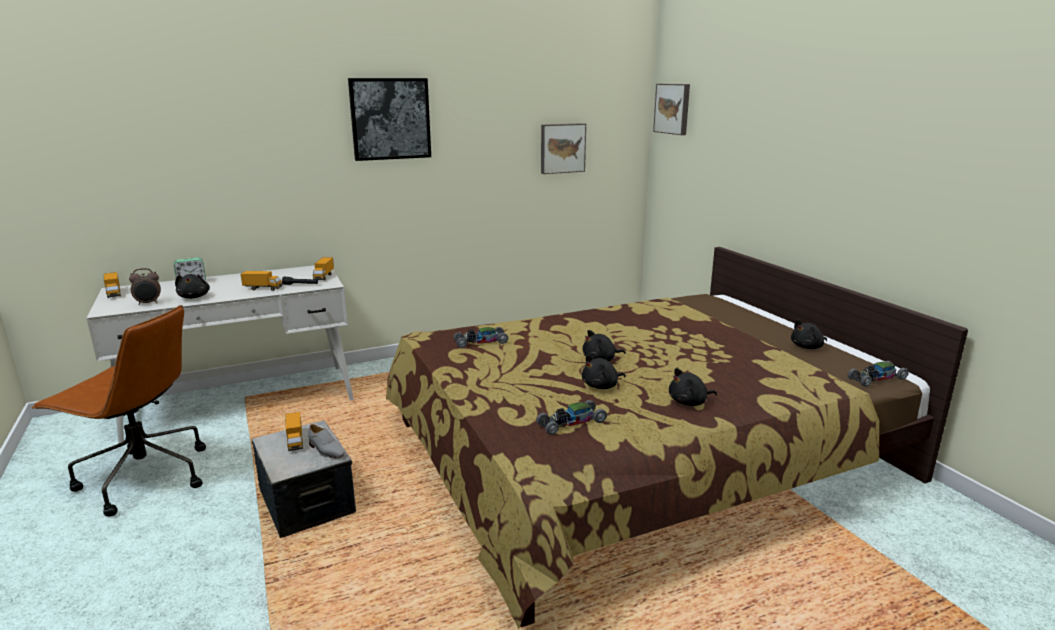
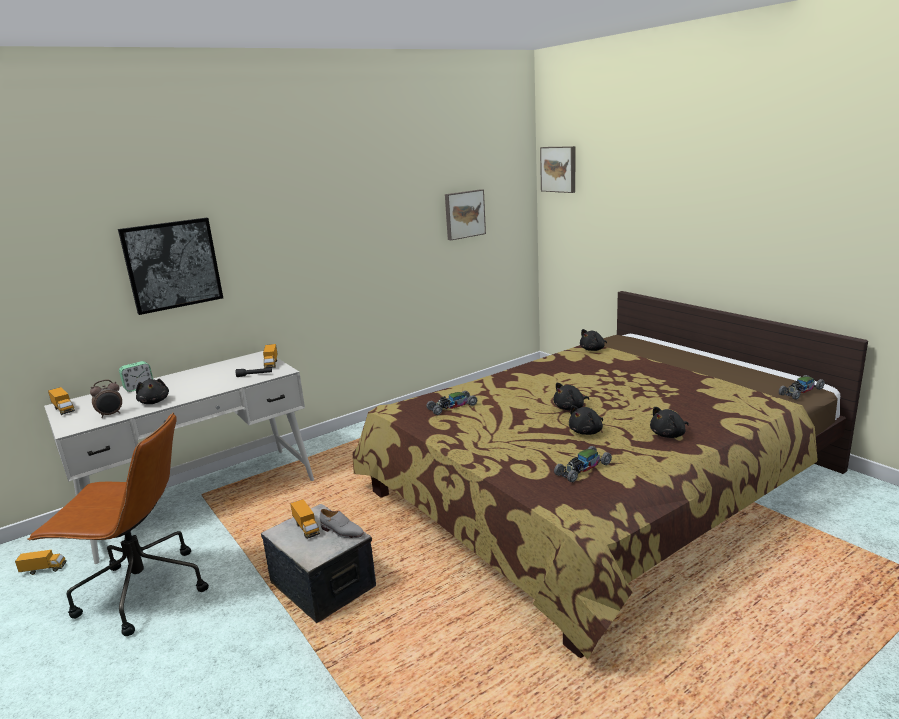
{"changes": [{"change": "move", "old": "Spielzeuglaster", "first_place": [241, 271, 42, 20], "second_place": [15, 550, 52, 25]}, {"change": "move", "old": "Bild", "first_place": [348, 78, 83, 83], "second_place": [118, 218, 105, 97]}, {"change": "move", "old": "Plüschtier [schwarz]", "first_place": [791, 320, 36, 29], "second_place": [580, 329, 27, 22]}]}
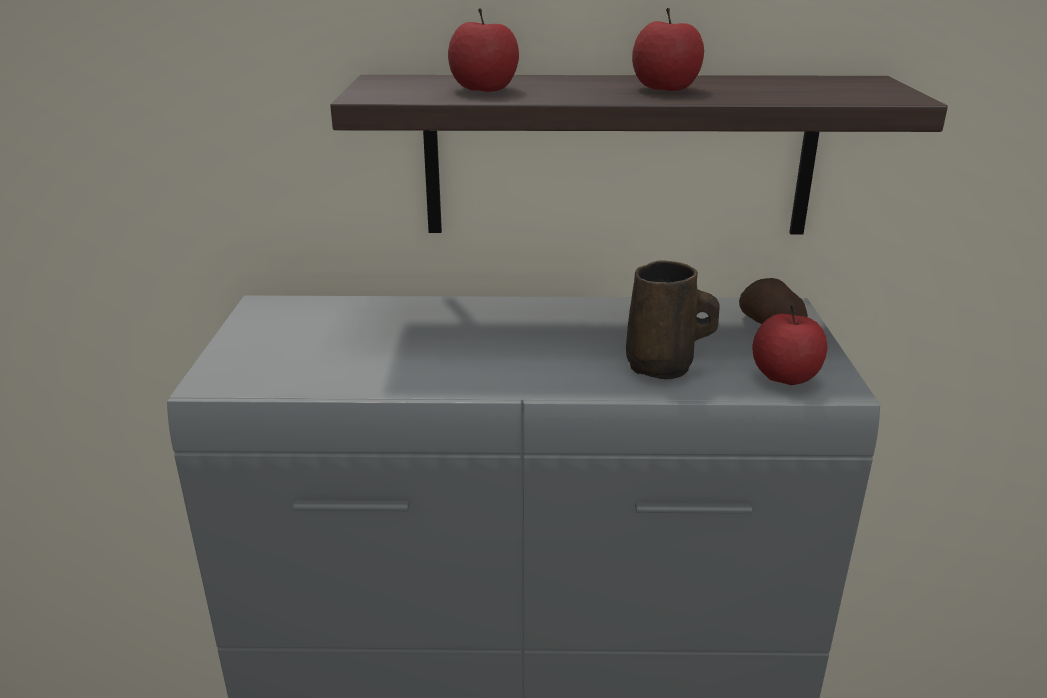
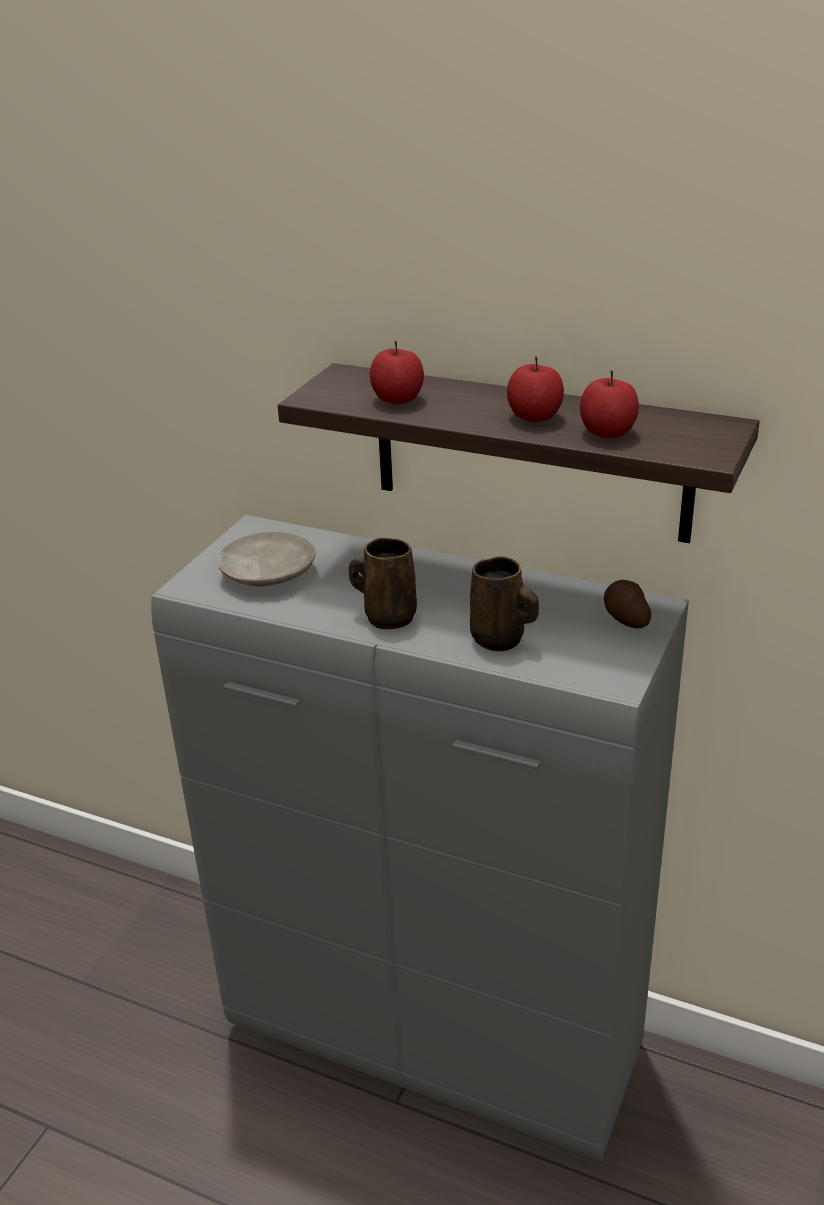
{"changes": [{"change": "move", "old": "Apfel", "first_place": [752, 305, 75, 80], "second_place": [580, 371, 59, 67]}, {"change": "insert", "new": "Teller [beige]", "second_place": [217, 532, 99, 54]}, {"change": "insert", "new": "Henkelbecher [braun]", "second_place": [349, 538, 68, 92]}]}
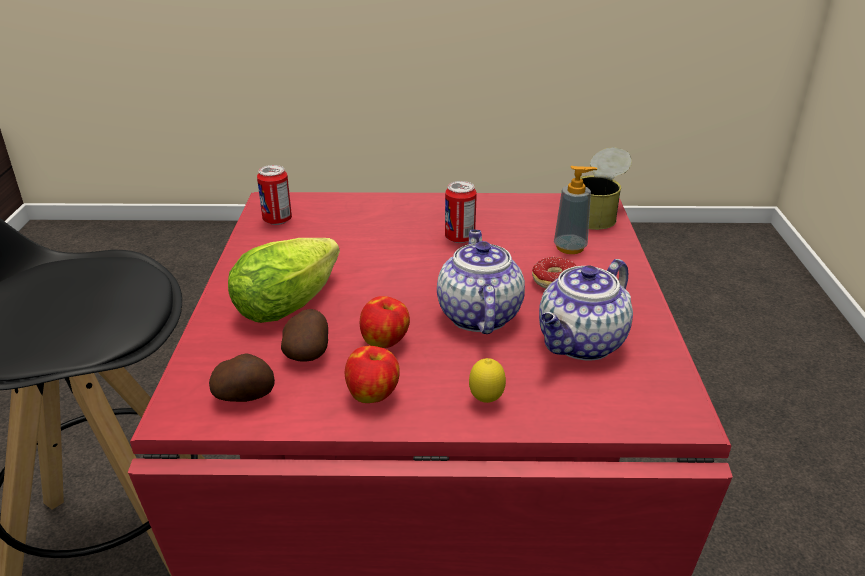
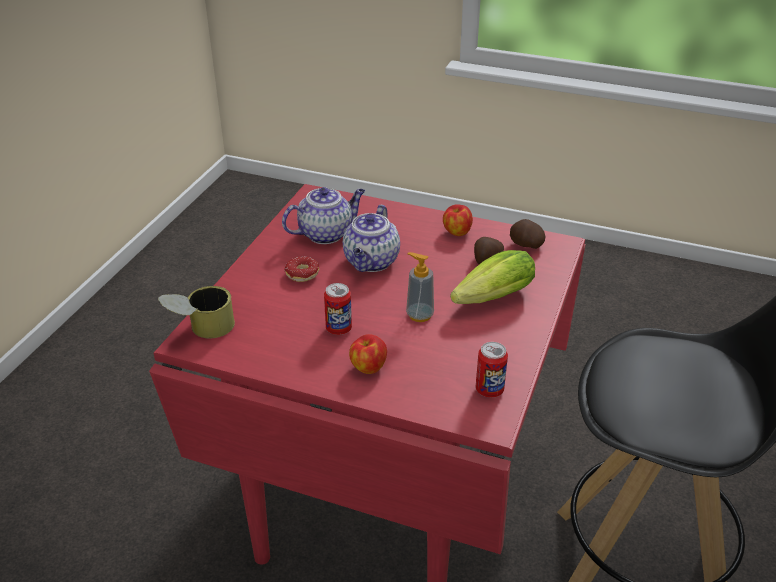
{"changes": [{"change": "move", "old": "Apfel", "first_place": [360, 296, 50, 52], "second_place": [349, 334, 38, 40]}, {"change": "delete", "old": "Zitrone", "first_place": [469, 358, 37, 45]}, {"change": "move", "old": "Seifenspender", "first_place": [554, 166, 43, 88], "second_place": [406, 252, 28, 70]}]}
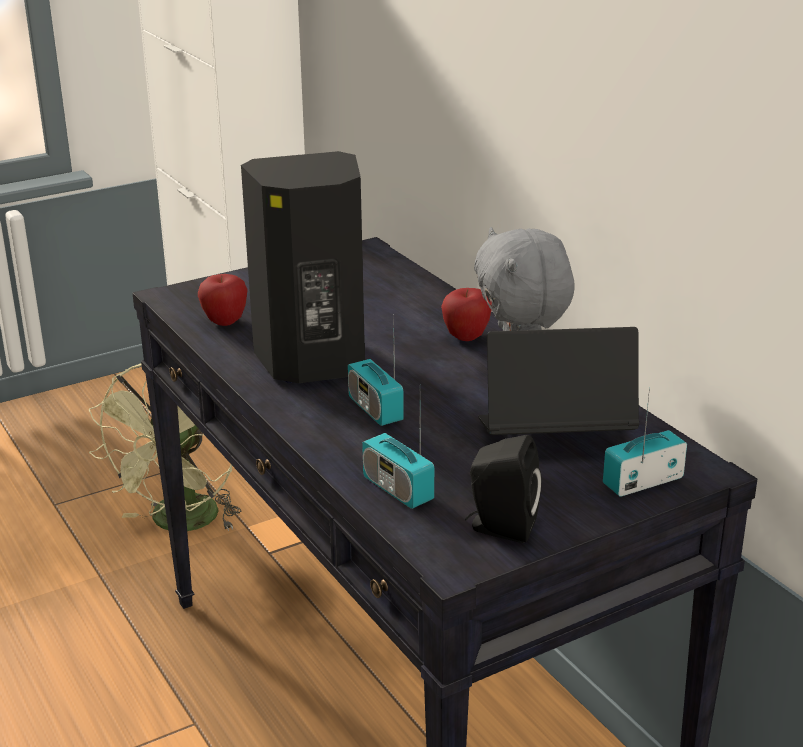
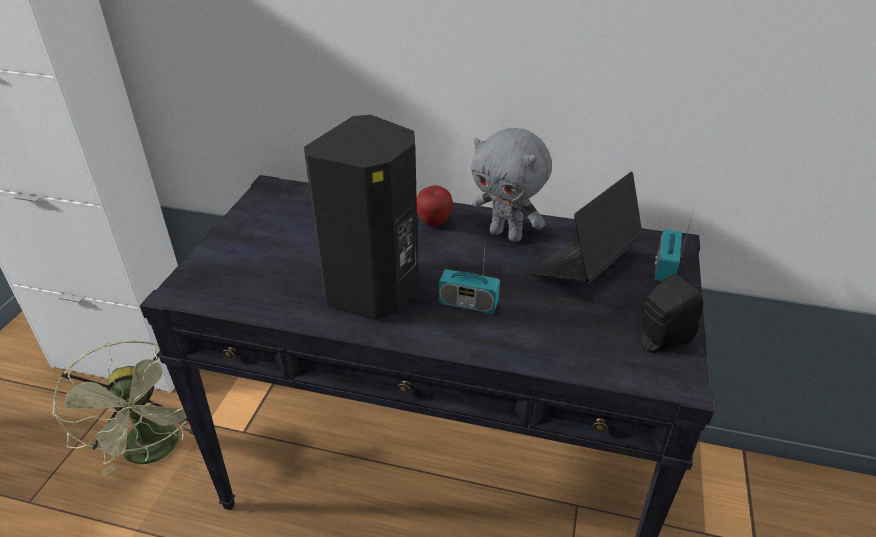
{"changes": [{"change": "delete", "old": "Apfel", "first_place": [198, 274, 50, 52]}, {"change": "delete", "old": "Radio", "first_place": [362, 410, 72, 99]}]}
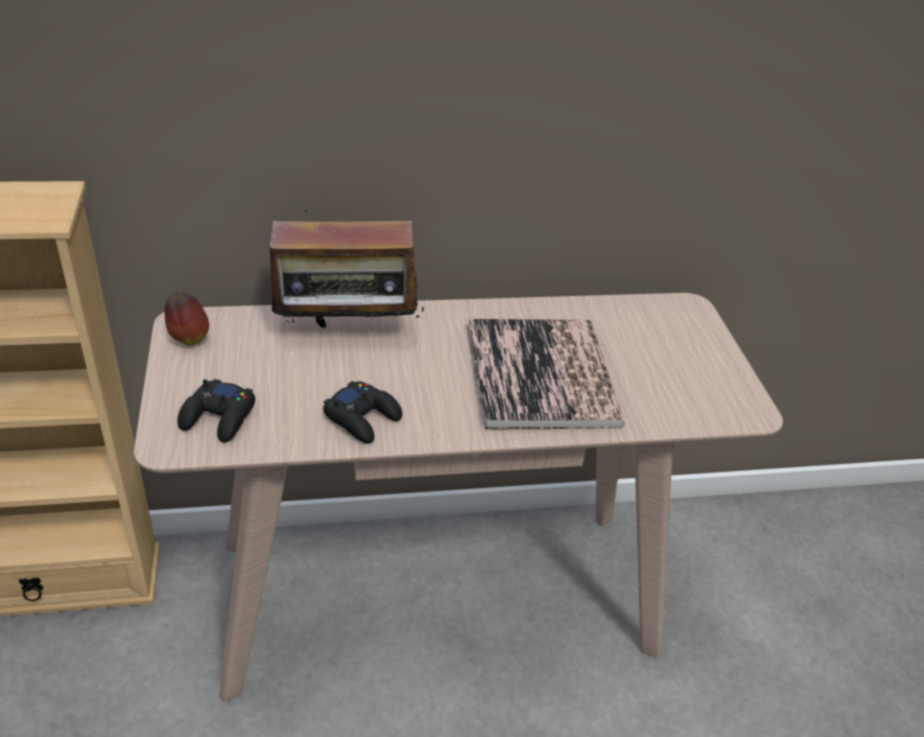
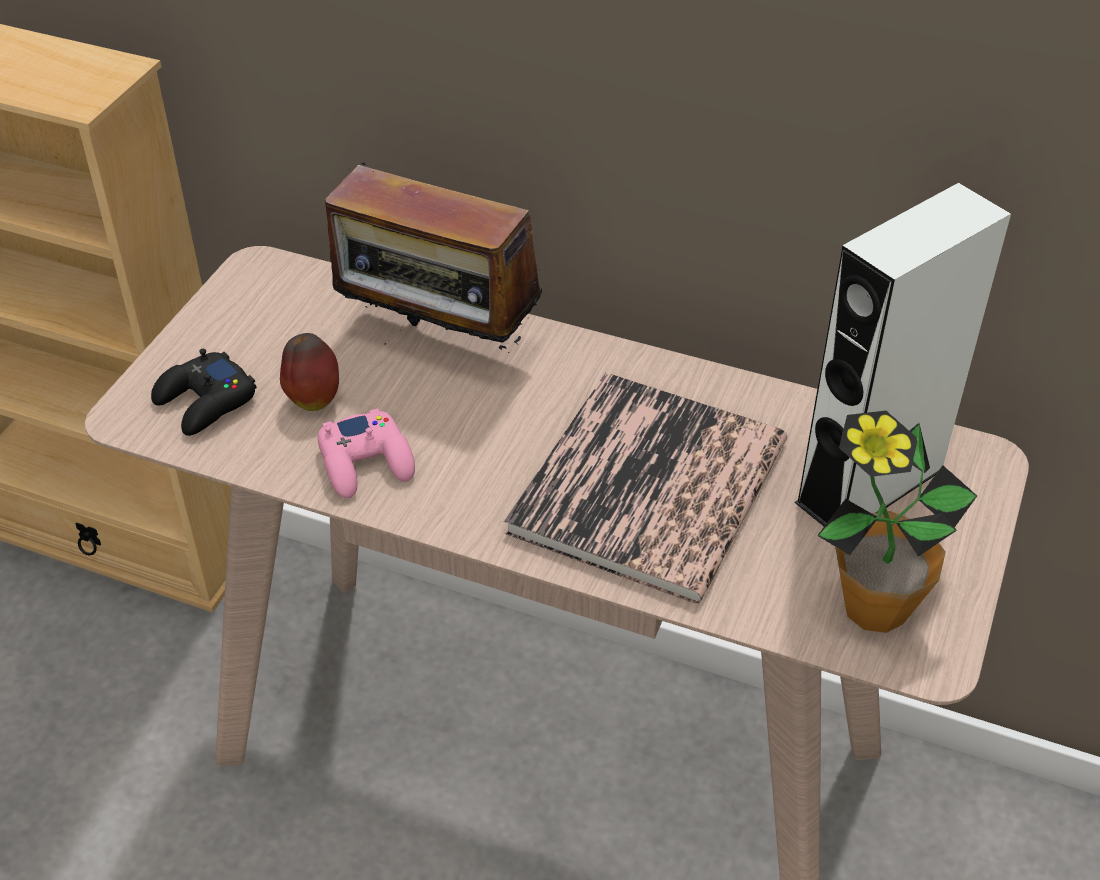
{"changes": [{"change": "move", "old": "Apfel", "first_place": [164, 292, 45, 53], "second_place": [280, 333, 59, 78]}, {"change": "recolor", "old": "Gamepad [schwarz]", "new": "Gamepad [rosa]", "first_place": [323, 381, 79, 63], "second_place": [317, 409, 98, 89]}, {"change": "insert", "new": "Lautsprecher [weiß]", "second_place": [794, 183, 217, 343]}, {"change": "insert", "new": "Topfpflanze", "second_place": [817, 411, 160, 222]}]}
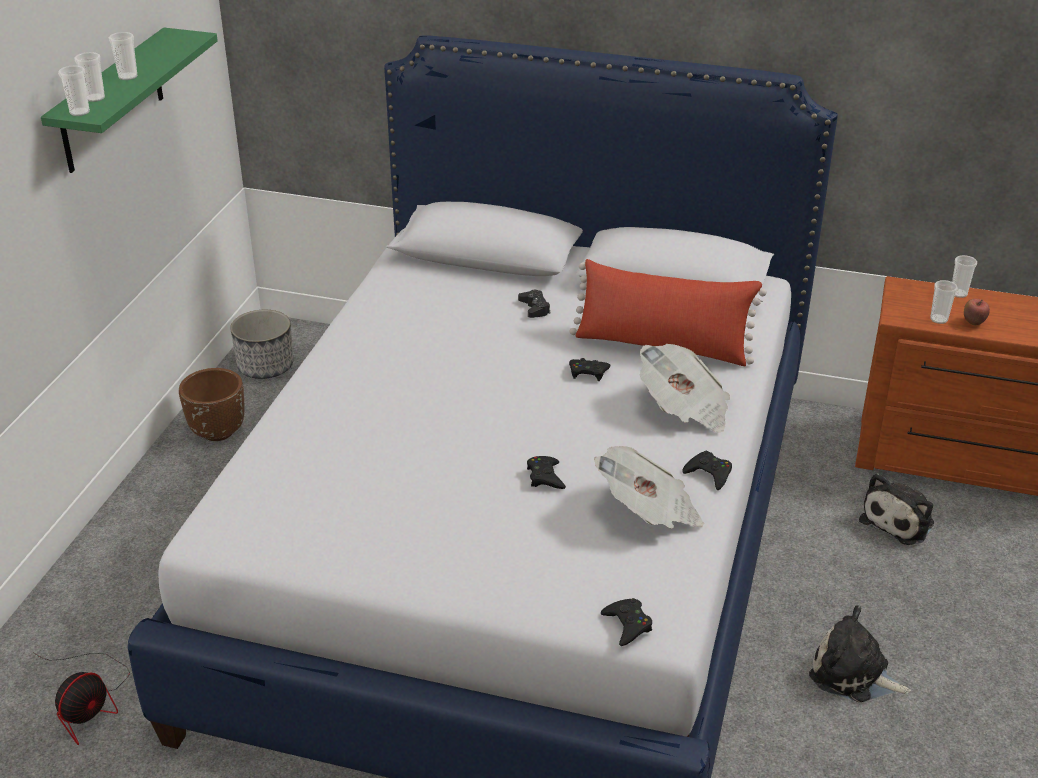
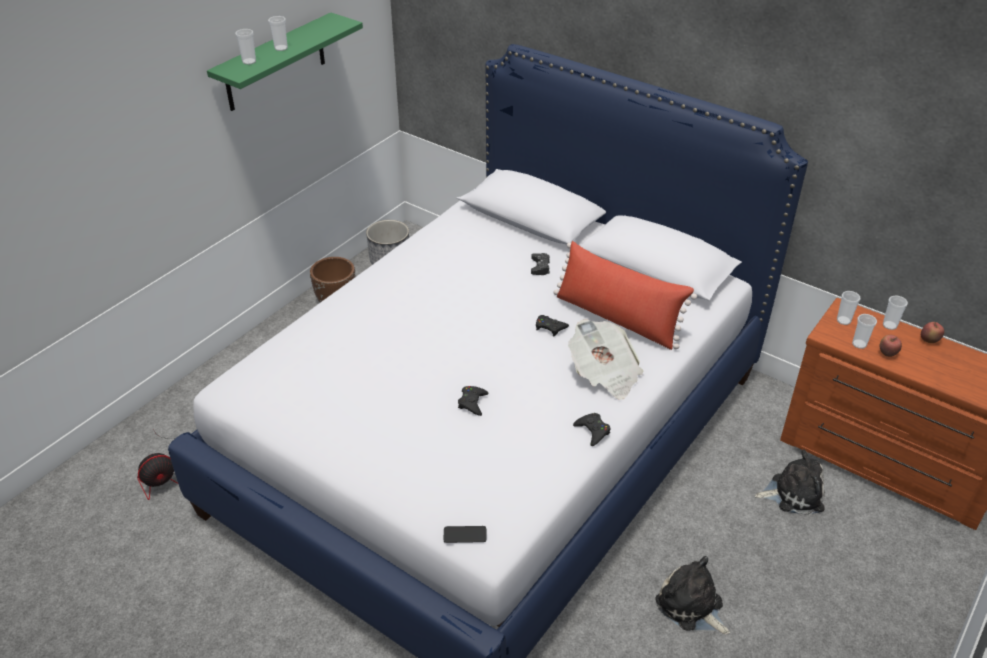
{"changes": [{"change": "move", "old": "Tasse", "first_place": [58, 65, 32, 51], "second_place": [837, 291, 24, 34]}, {"change": "delete", "old": "Zeitung", "first_place": [594, 446, 110, 83]}, {"change": "replace", "old": "Gamepad [schwarz]", "new": "Handy", "first_place": [601, 598, 51, 48], "second_place": [444, 526, 43, 17]}, {"change": "rotate", "old": "Plüschtier", "first_place": [859, 473, 75, 72], "second_place": [755, 449, 70, 66], "degrees": -150}, {"change": "insert", "new": "Apfel", "second_place": [921, 322, 23, 21]}]}
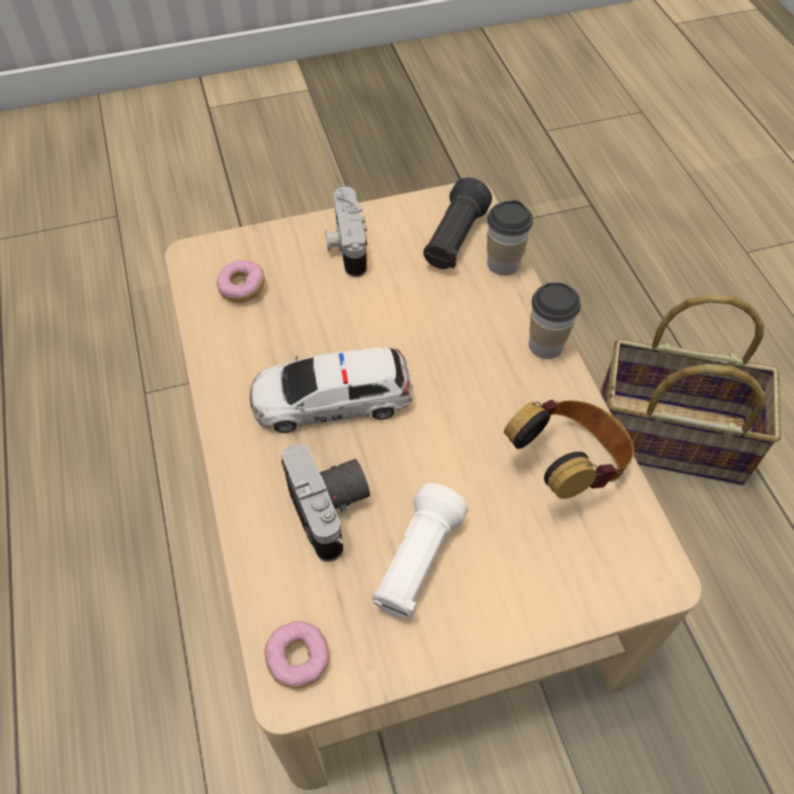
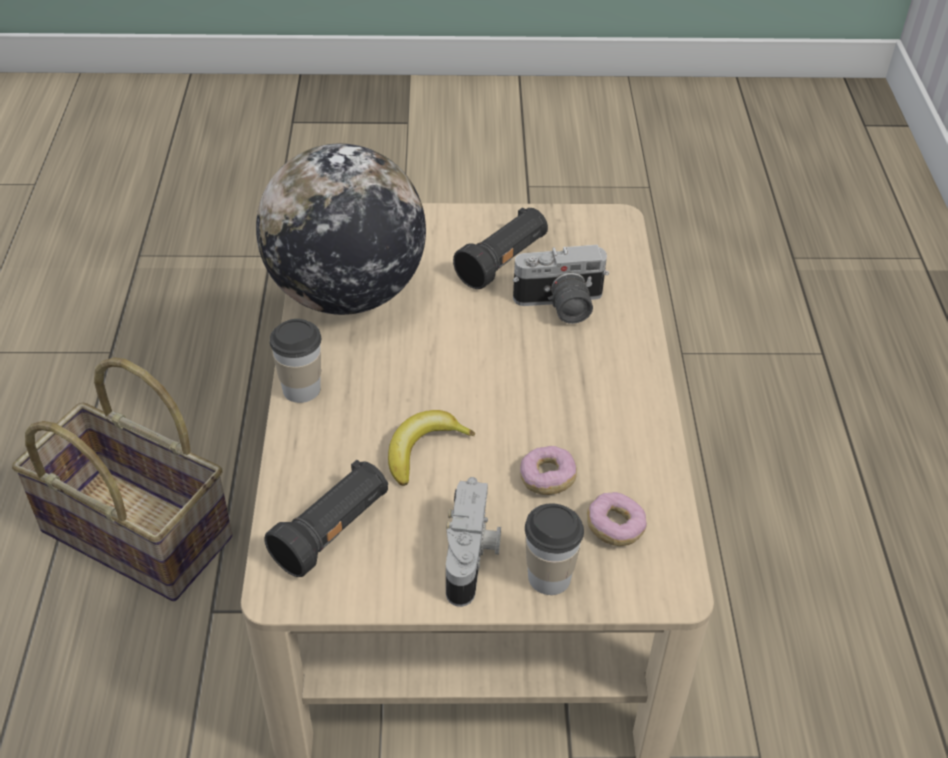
{"changes": [{"change": "delete", "old": "Spielzeugauto", "first_place": [250, 347, 163, 86]}, {"change": "move", "old": "Donut", "first_place": [264, 621, 66, 67], "second_place": [520, 446, 57, 49]}, {"change": "rotate", "old": "Kamera", "first_place": [281, 444, 89, 118], "second_place": [513, 245, 96, 79], "degrees": -90}, {"change": "recolor", "old": "Taschenlampe [weiß]", "new": "Taschenlampe [schwarz]", "first_place": [372, 483, 96, 137], "second_place": [453, 207, 95, 82]}, {"change": "move", "old": "Tasse", "first_place": [487, 200, 46, 76], "second_place": [525, 504, 59, 91]}, {"change": "replace", "old": "Kopfhörer", "new": "Globus", "first_place": [504, 400, 130, 99], "second_place": [256, 143, 170, 172]}, {"change": "insert", "new": "Banane", "second_place": [388, 410, 87, 76]}]}
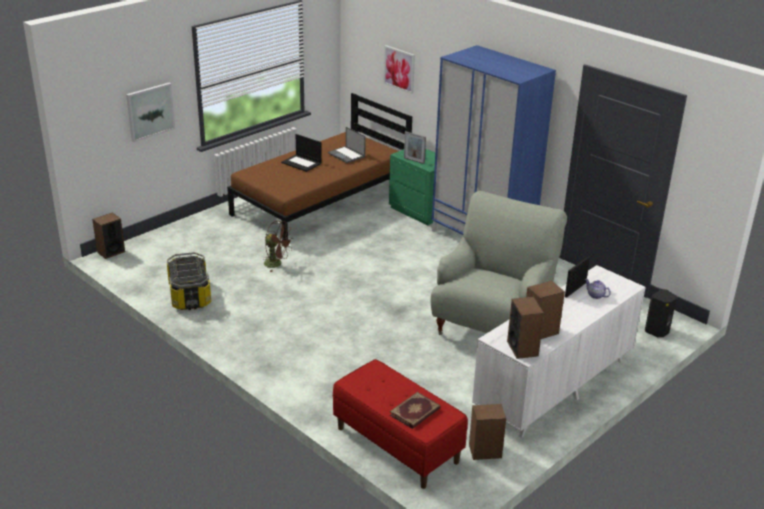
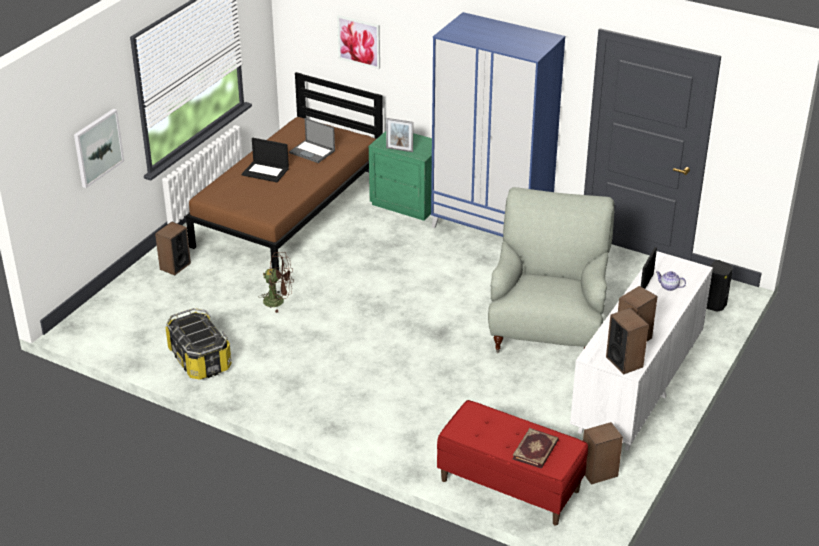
{"changes": [{"change": "move", "old": "Lautsprecher", "first_place": [92, 212, 33, 47], "second_place": [155, 222, 36, 54]}]}
